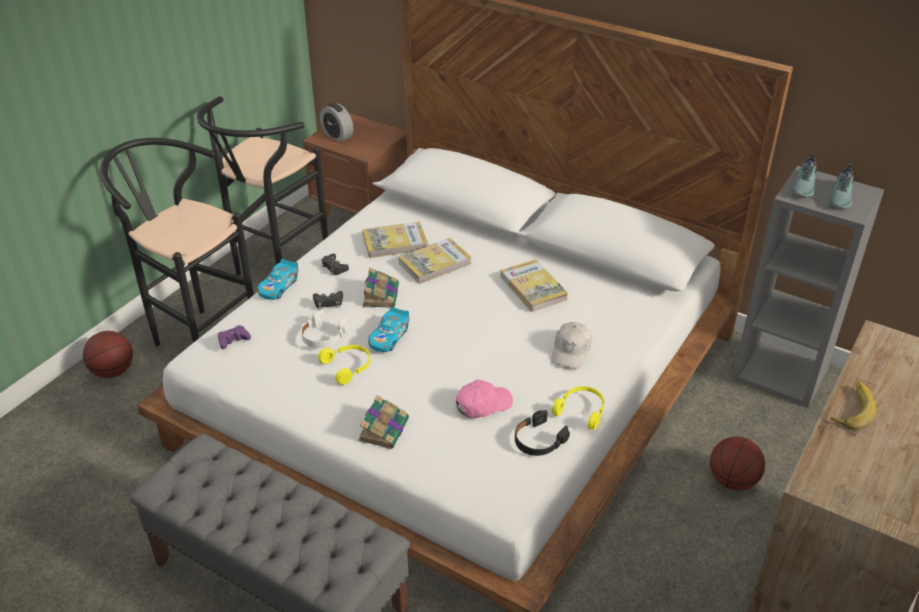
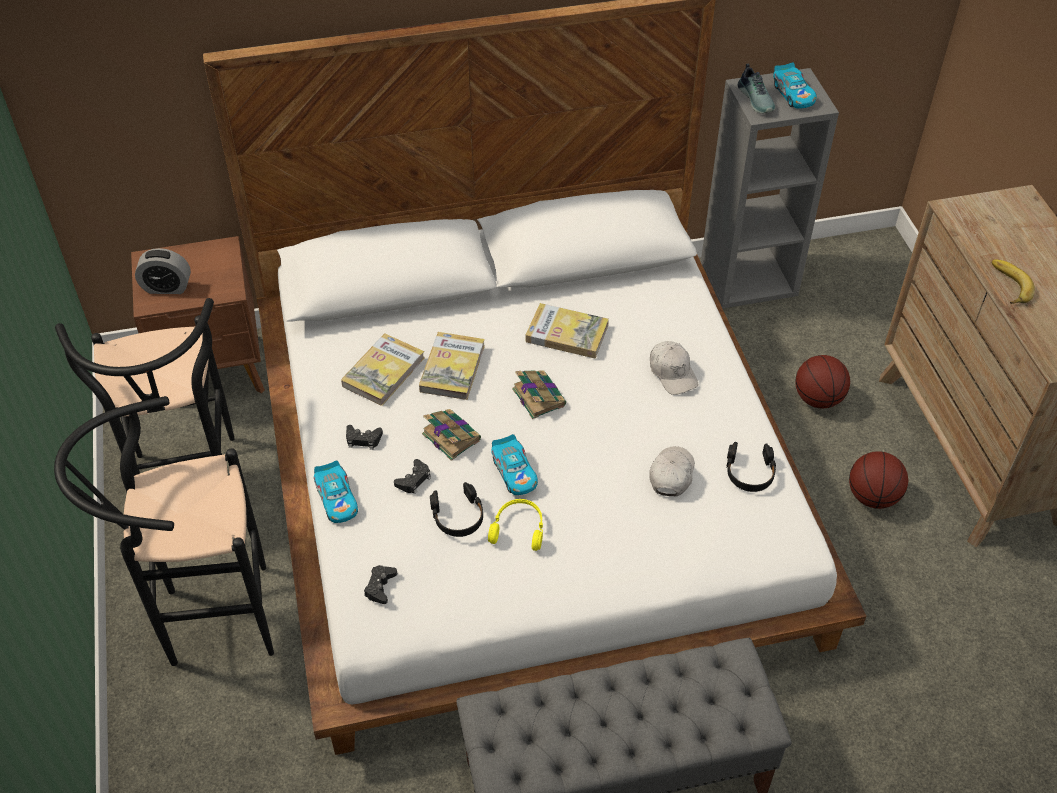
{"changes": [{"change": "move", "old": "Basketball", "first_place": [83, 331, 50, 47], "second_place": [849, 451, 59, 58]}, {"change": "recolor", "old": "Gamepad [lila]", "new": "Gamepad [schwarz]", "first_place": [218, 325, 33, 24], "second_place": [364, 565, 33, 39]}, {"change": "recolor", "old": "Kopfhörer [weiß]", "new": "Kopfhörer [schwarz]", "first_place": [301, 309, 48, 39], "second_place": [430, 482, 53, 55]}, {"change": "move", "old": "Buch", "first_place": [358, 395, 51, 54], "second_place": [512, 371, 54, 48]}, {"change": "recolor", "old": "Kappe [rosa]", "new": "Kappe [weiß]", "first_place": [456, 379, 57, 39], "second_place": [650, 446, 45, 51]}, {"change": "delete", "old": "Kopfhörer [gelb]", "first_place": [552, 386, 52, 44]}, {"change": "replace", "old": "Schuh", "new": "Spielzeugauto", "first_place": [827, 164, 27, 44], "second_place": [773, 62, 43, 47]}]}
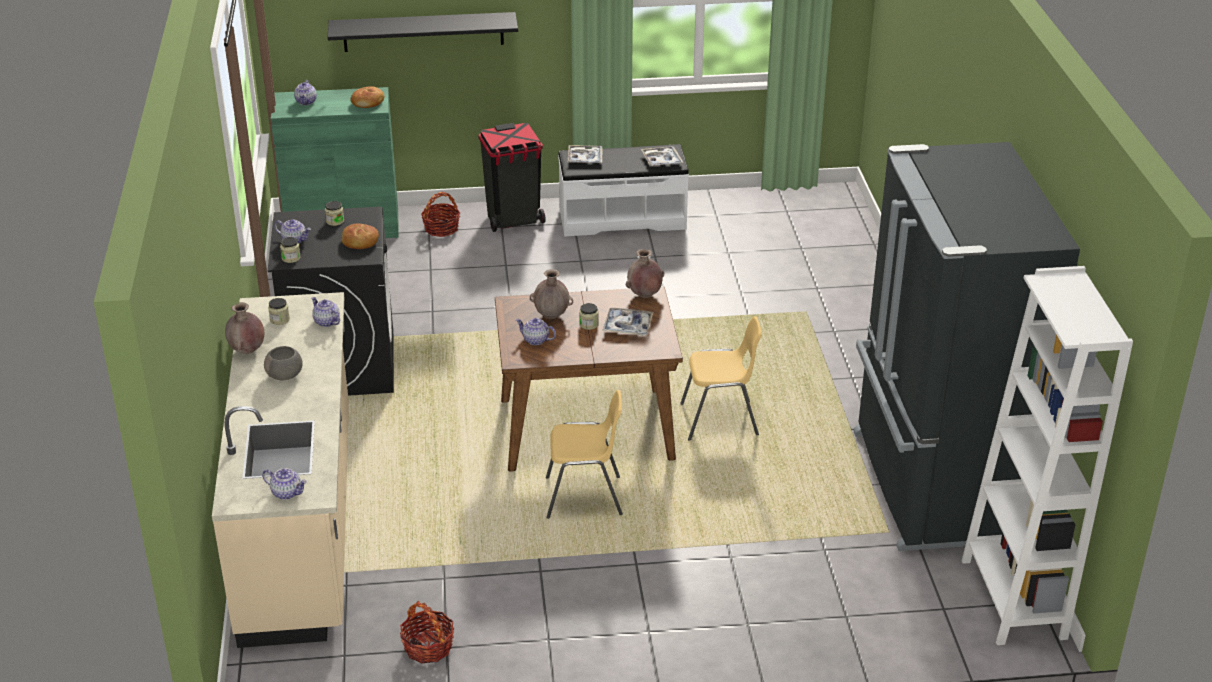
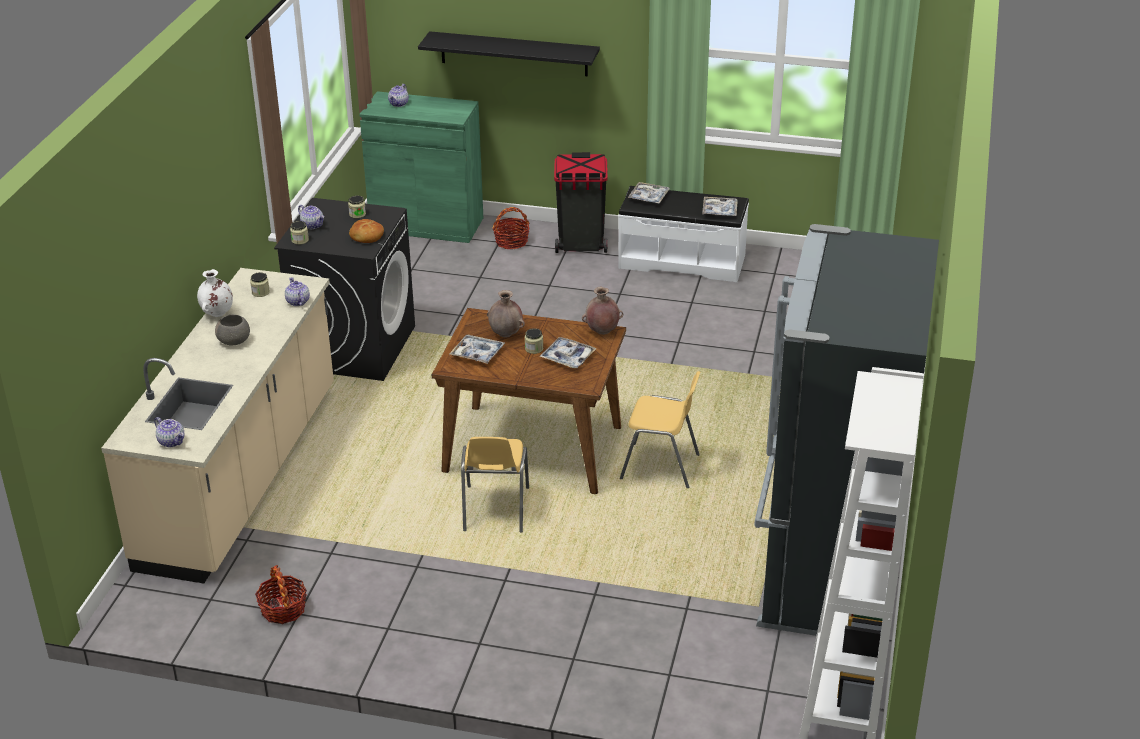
{"changes": [{"change": "recolor", "old": "Vase [braun]", "new": "Vase [weiß]", "first_place": [225, 302, 39, 52], "second_place": [197, 269, 36, 48]}, {"change": "delete", "old": "Brot", "first_place": [351, 86, 33, 22]}, {"change": "replace", "old": "Teekanne", "new": "Tablett", "first_place": [516, 318, 40, 27], "second_place": [449, 335, 56, 29]}, {"change": "rotate", "old": "Stuhl [gelb]", "first_place": [546, 390, 77, 129], "second_place": [461, 437, 68, 96], "degrees": 75}]}
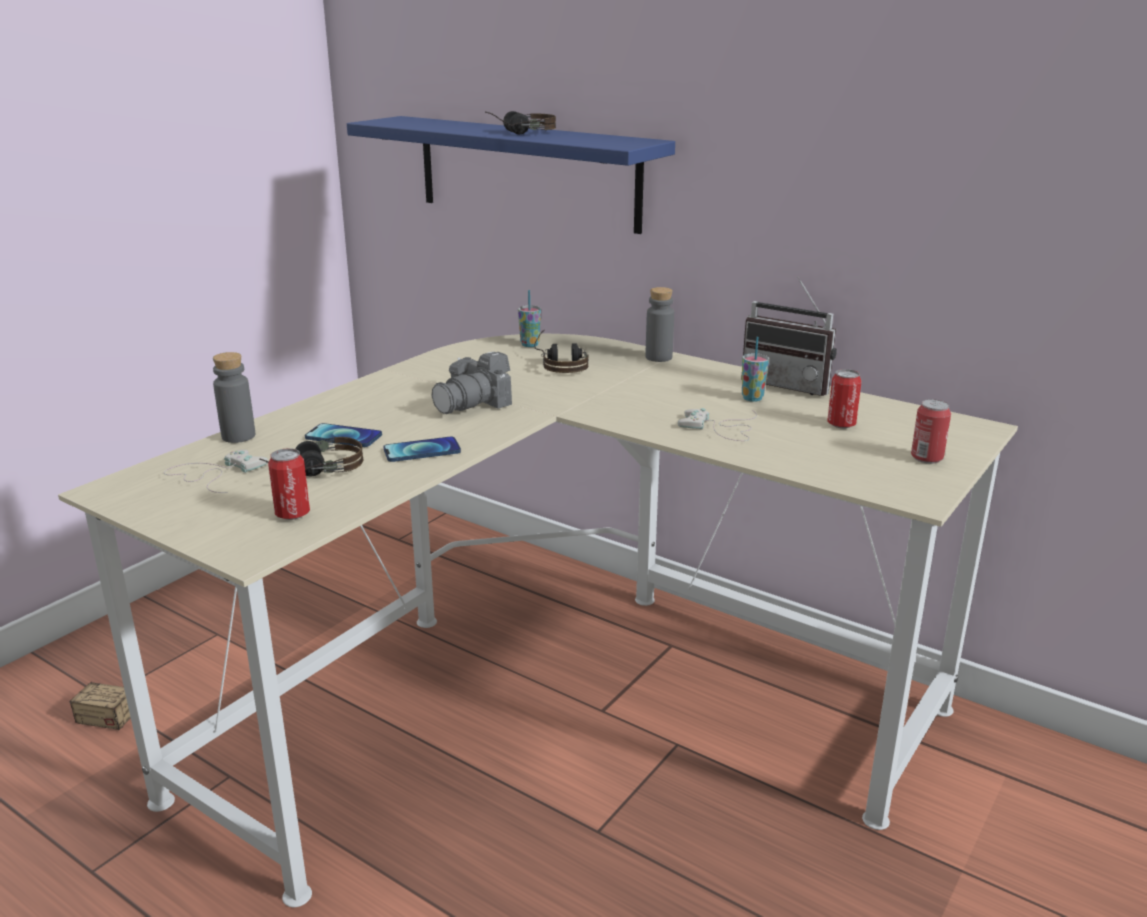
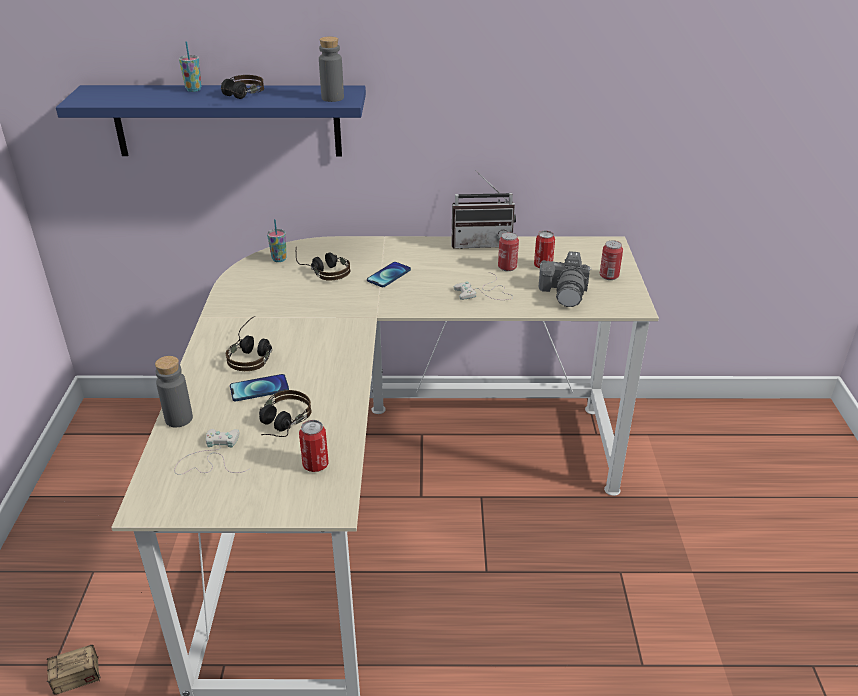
{"changes": [{"change": "move", "old": "Handy", "first_place": [383, 437, 78, 25], "second_place": [367, 262, 44, 25]}, {"change": "move", "old": "Kamera", "first_place": [432, 352, 80, 62], "second_place": [539, 251, 52, 56]}, {"change": "move", "old": "Flasche [grau]", "first_place": [646, 287, 28, 75], "second_place": [319, 37, 25, 65]}, {"change": "move", "old": "Tasse", "first_place": [742, 337, 27, 65], "second_place": [179, 41, 23, 51]}, {"change": "insert", "new": "Kopfhörer", "second_place": [226, 316, 46, 55]}, {"change": "insert", "new": "Dose", "second_place": [498, 232, 21, 39]}]}
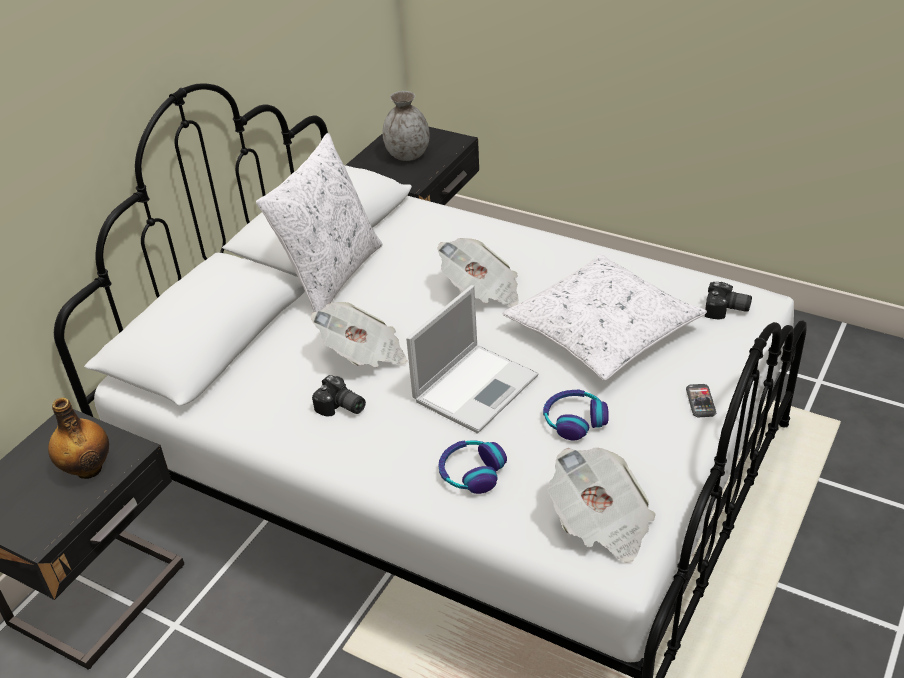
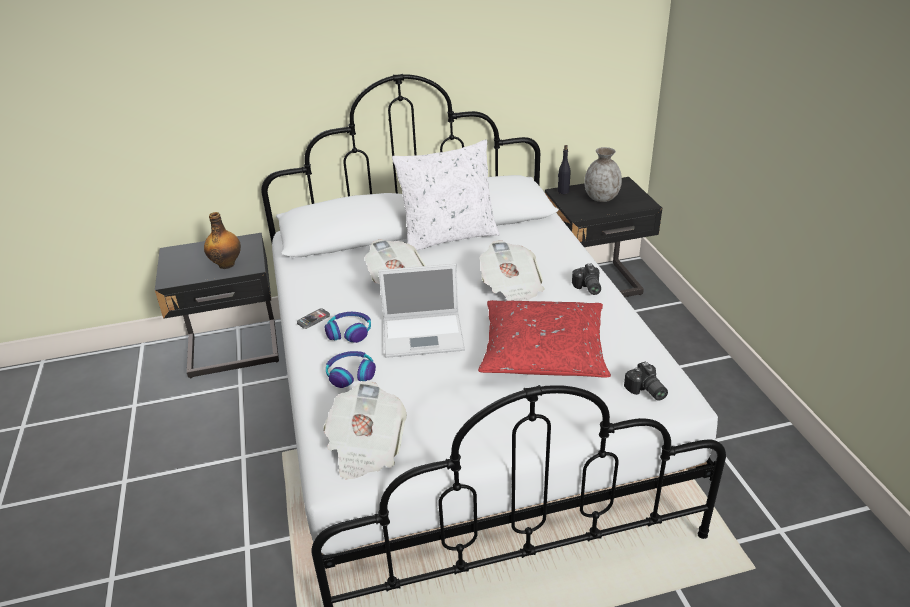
{"changes": [{"change": "move", "old": "Kamera", "first_place": [312, 375, 54, 42], "second_place": [572, 264, 29, 31]}, {"change": "recolor", "old": "Kissen [weiß]", "new": "Kissen [rot]", "first_place": [502, 254, 205, 126], "second_place": [478, 300, 133, 78]}, {"change": "move", "old": "Kopfhörer", "first_place": [543, 390, 66, 50], "second_place": [325, 312, 46, 31]}, {"change": "move", "old": "Handy", "first_place": [686, 384, 30, 33], "second_place": [297, 308, 33, 21]}, {"change": "insert", "new": "Flasche [schwarz]", "second_place": [558, 145, 13, 49]}]}
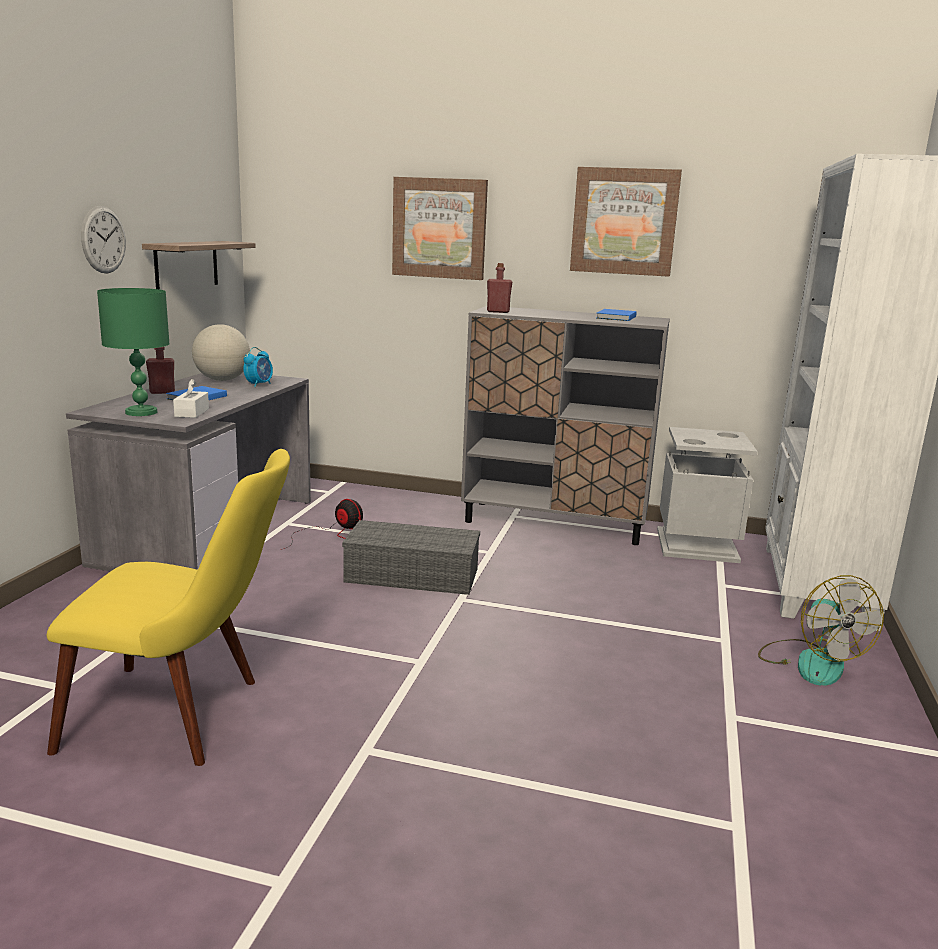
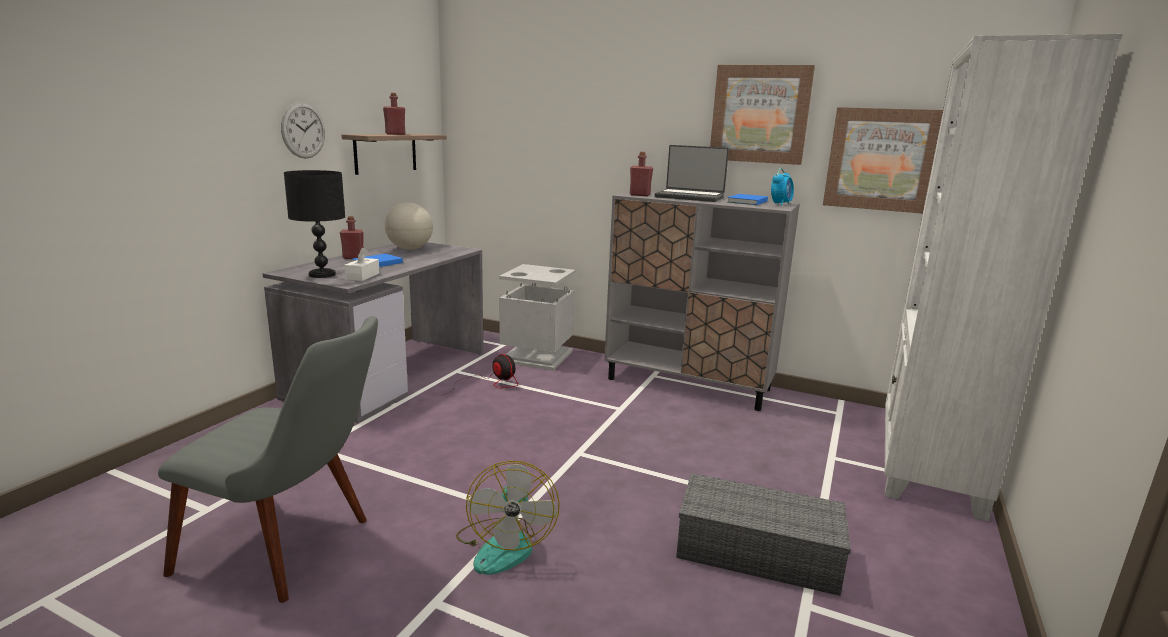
{"changes": [{"change": "recolor", "old": "Stuhl [gelb]", "new": "Stuhl [grau]", "first_place": [47, 449, 243, 317], "second_place": [158, 316, 220, 287]}, {"change": "recolor", "old": "Tischlampe [grün]", "new": "Tischlampe [schwarz]", "first_place": [97, 288, 73, 128], "second_place": [284, 170, 61, 108]}, {"change": "move", "old": "Wecker", "first_place": [243, 347, 30, 40], "second_place": [771, 168, 23, 38]}, {"change": "move", "old": "Aufbewahrungsbox [grau]", "first_place": [342, 520, 138, 75], "second_place": [676, 473, 175, 123]}, {"change": "move", "old": "Bild", "first_place": [392, 177, 96, 103], "second_place": [823, 107, 120, 107]}, {"change": "move", "old": "Mülleimer [grau]", "first_place": [657, 427, 101, 136], "second_place": [499, 264, 77, 107]}, {"change": "move", "old": "Ventilator", "first_place": [758, 575, 126, 110], "second_place": [456, 461, 104, 114]}, {"change": "insert", "new": "Flasche [rot]", "second_place": [383, 93, 22, 42]}, {"change": "insert", "new": "Laptop", "second_place": [655, 145, 74, 57]}]}
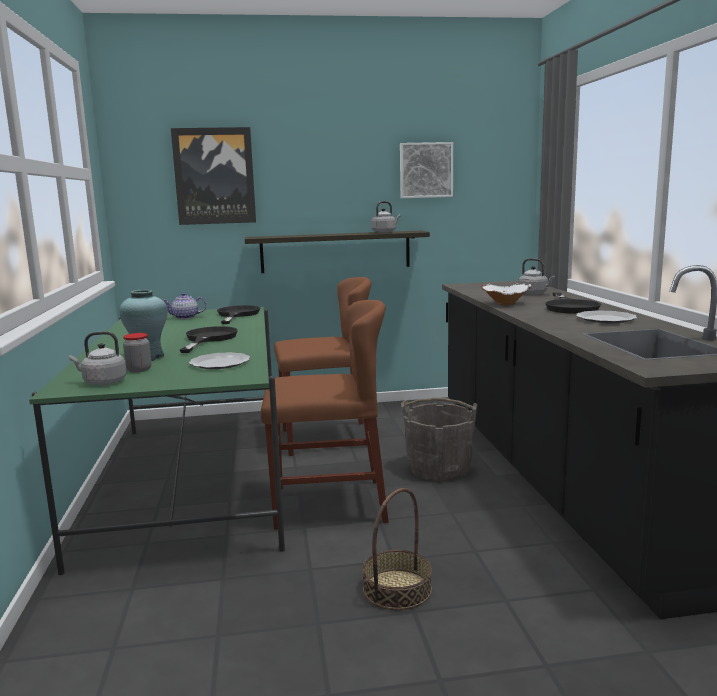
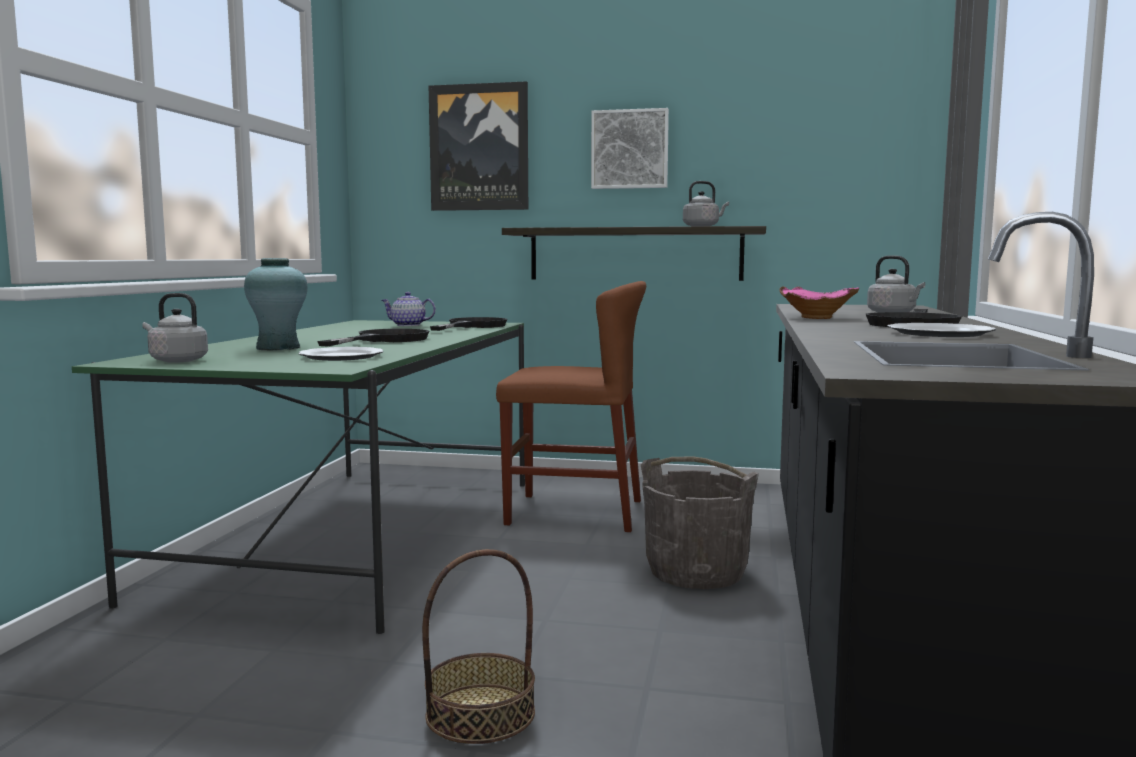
{"changes": [{"change": "delete", "old": "Vorratsglas", "first_place": [123, 333, 29, 39]}, {"change": "delete", "old": "Stuhl [braun]", "first_place": [261, 300, 128, 230]}, {"change": "move", "old": "Bild", "first_place": [400, 142, 53, 56], "second_place": [591, 108, 78, 81]}, {"change": "recolor", "old": "Schüssel [weiß]", "new": "Schüssel [rosa]", "first_place": [481, 283, 50, 22], "second_place": [780, 286, 79, 33]}]}
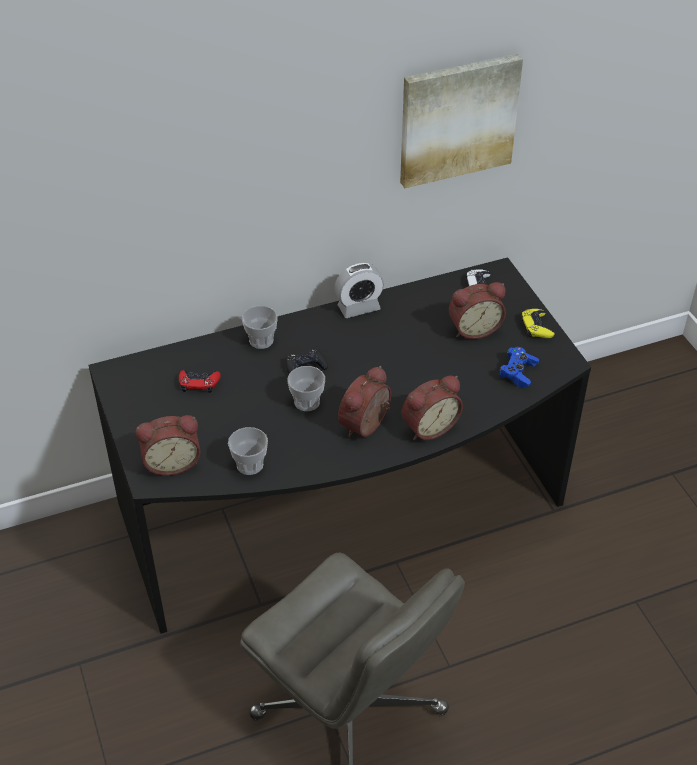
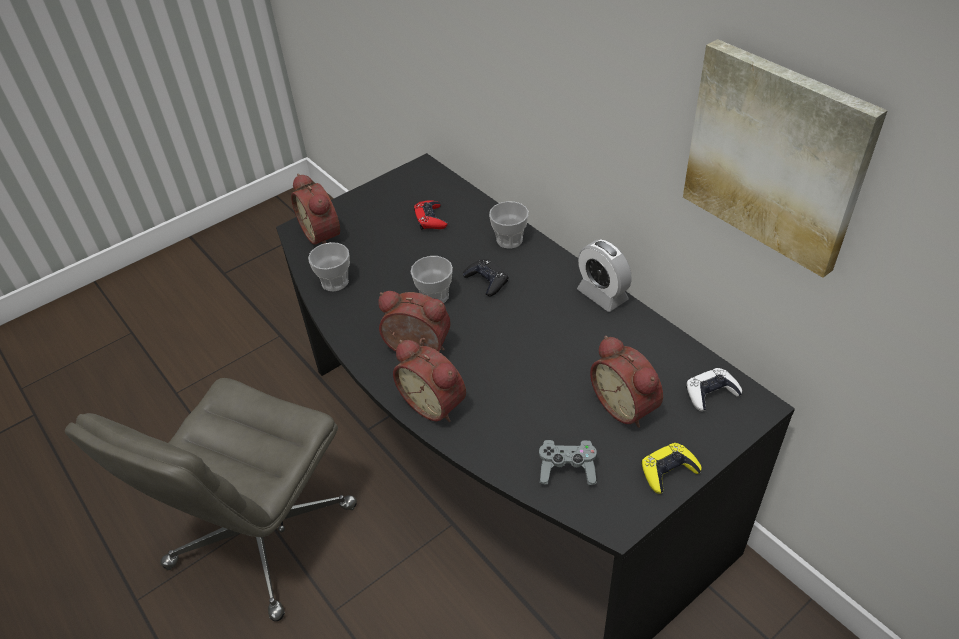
{"changes": [{"change": "recolor", "old": "Gamepad [blau]", "new": "Gamepad [grau]", "first_place": [499, 347, 40, 41], "second_place": [539, 440, 58, 45]}]}
